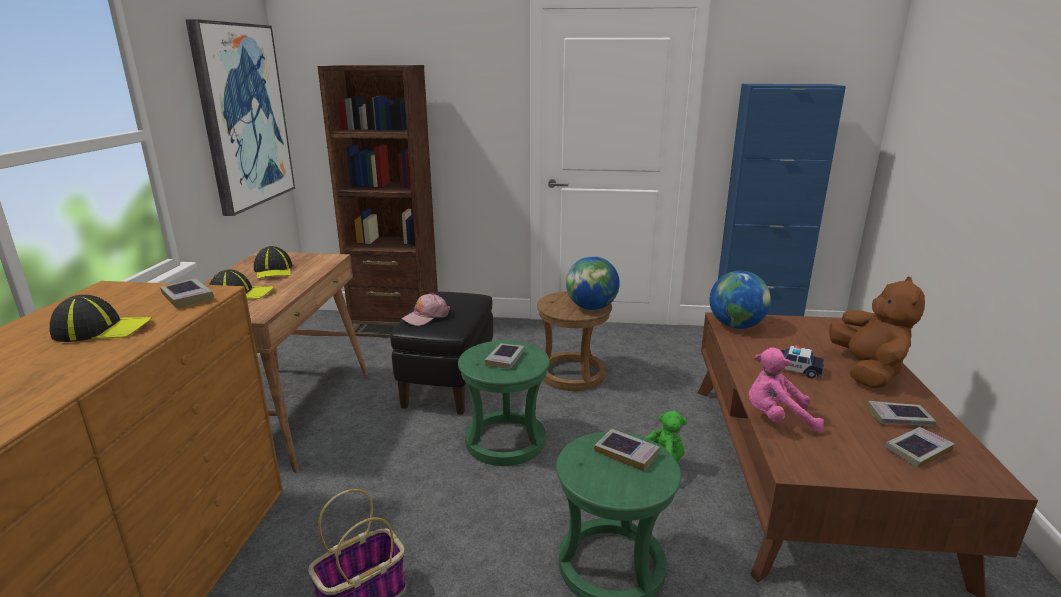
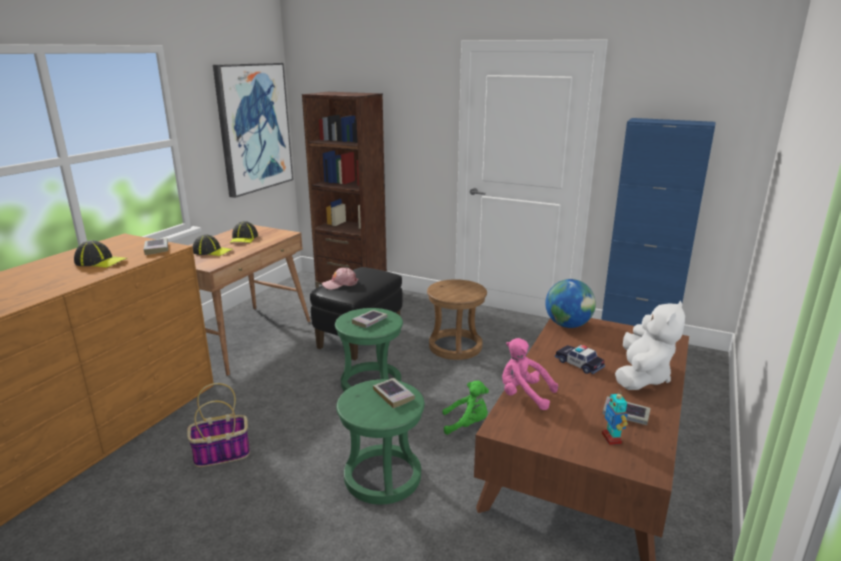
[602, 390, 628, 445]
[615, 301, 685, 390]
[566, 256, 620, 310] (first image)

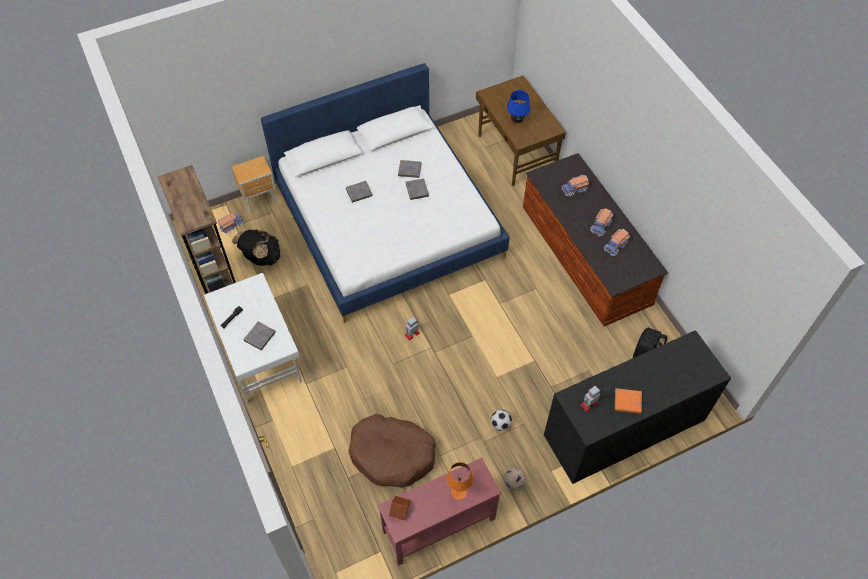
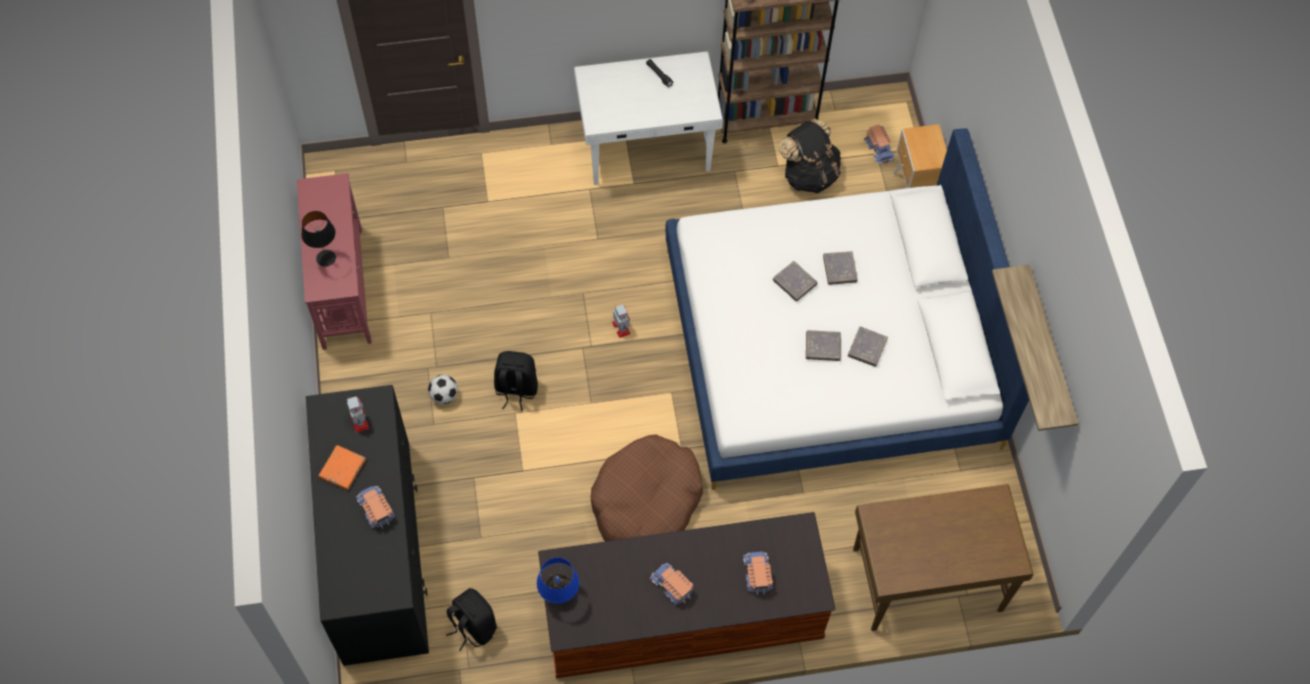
[301, 211, 336, 267]
[356, 486, 395, 529]
[494, 351, 538, 411]
[537, 557, 579, 604]
[590, 435, 703, 541]
[773, 261, 818, 302]
[992, 265, 1078, 431]
[389, 496, 411, 521] (first image)
[504, 468, 526, 490] (first image)

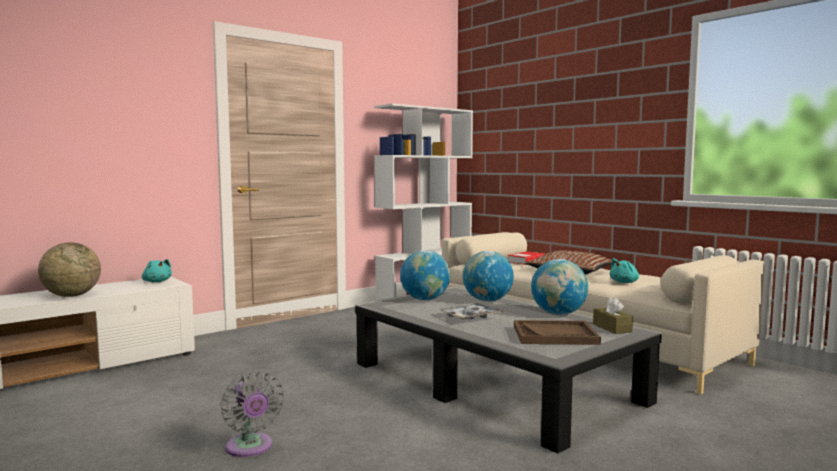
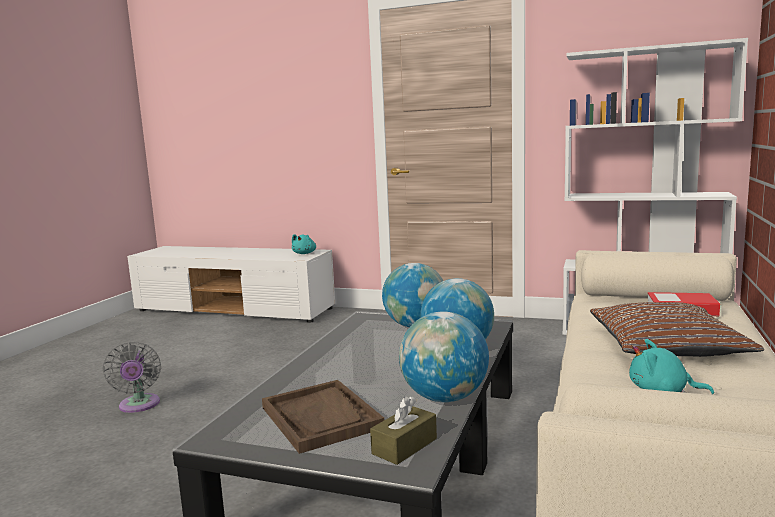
[103, 341, 161, 413]
[38, 242, 101, 297] (first image)
[439, 303, 503, 319] (first image)

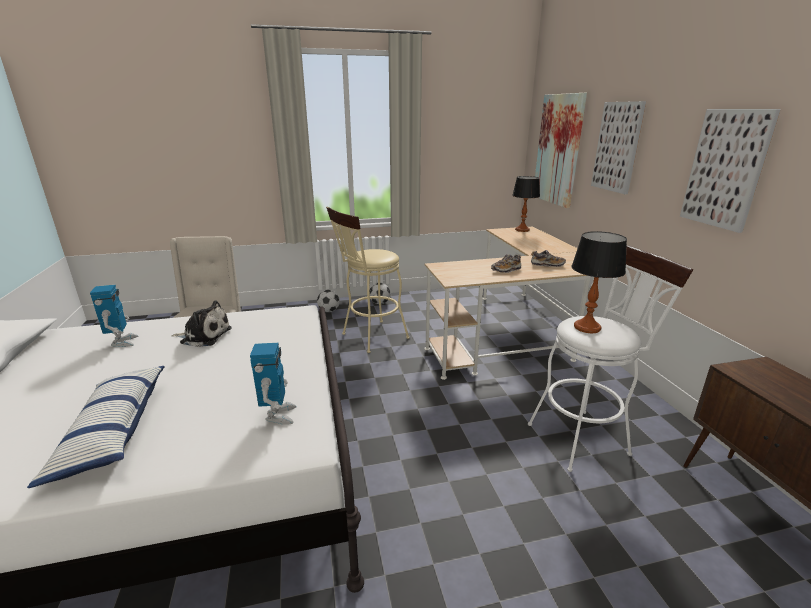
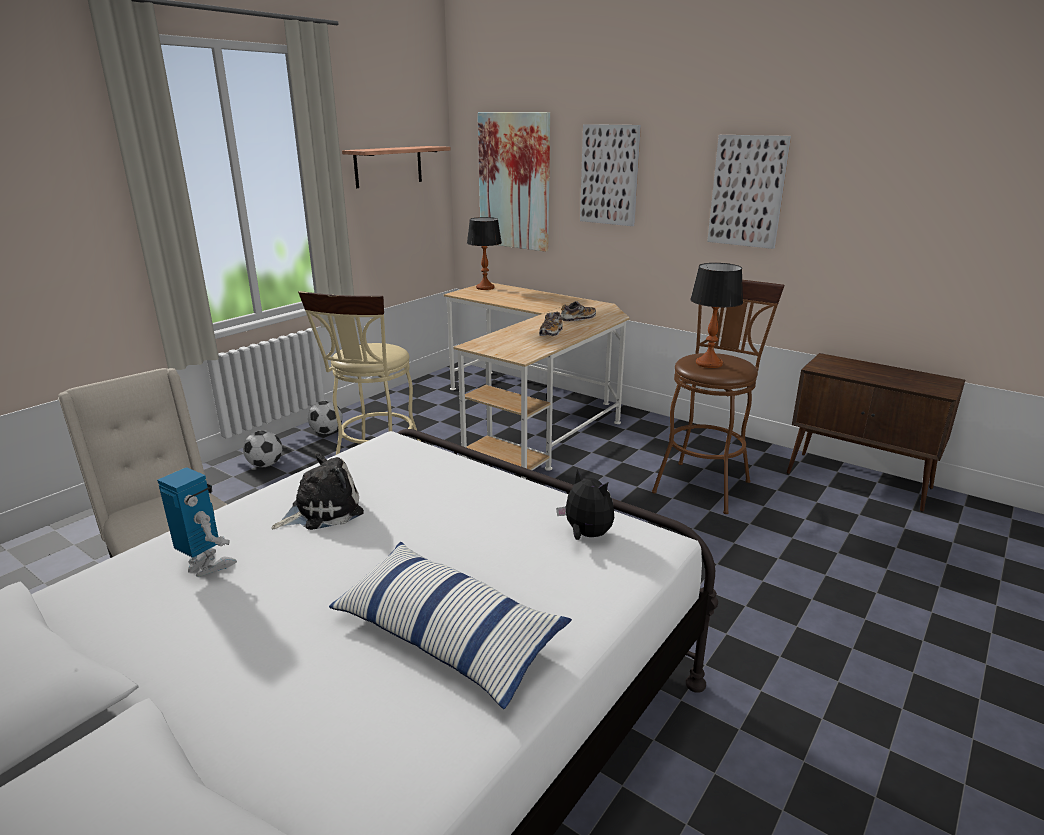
[342, 146, 451, 188]
[556, 469, 614, 540]
[652, 280, 785, 514]

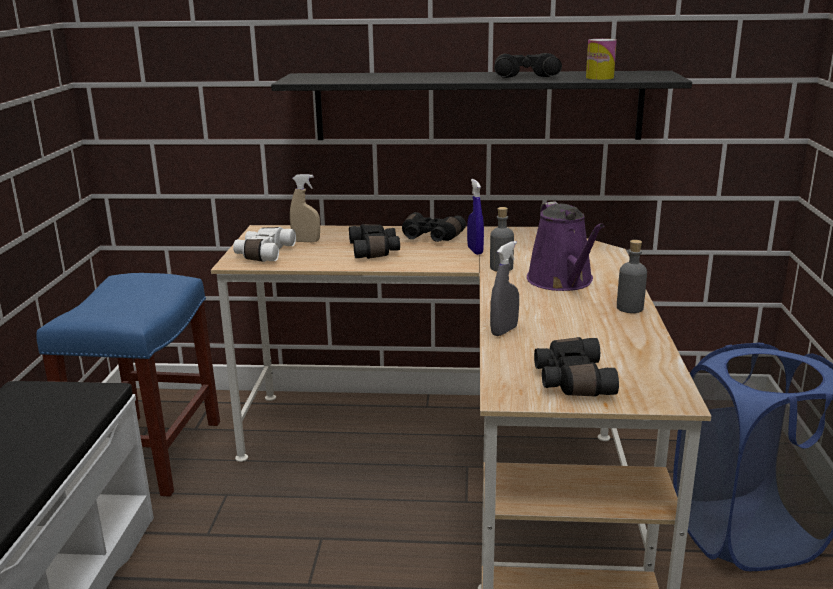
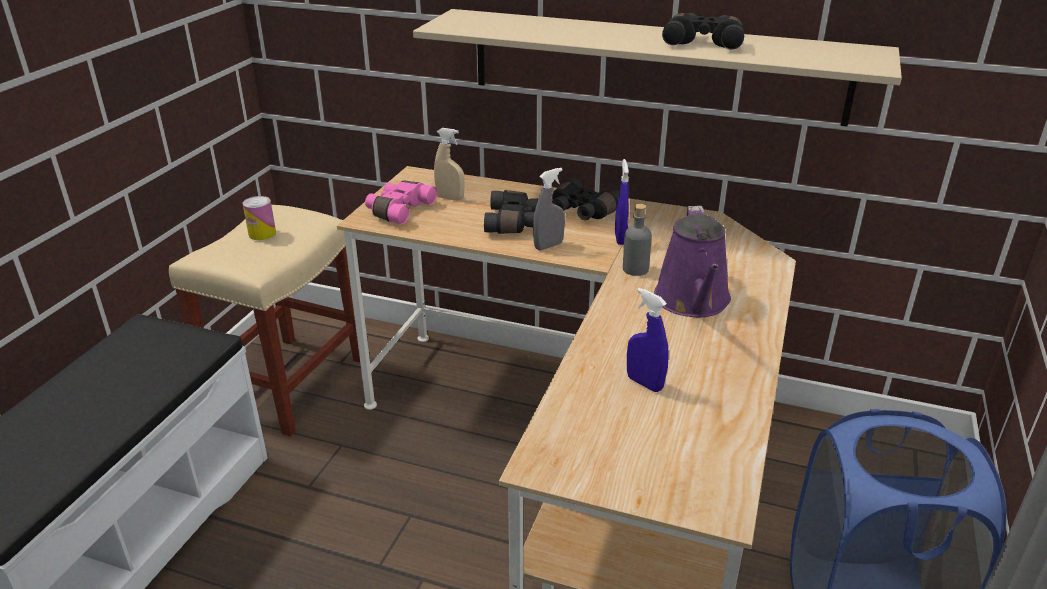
[169, 205, 360, 437]
[242, 196, 276, 240]
[365, 180, 437, 224]
[413, 9, 902, 126]
[533, 168, 565, 250]
[627, 288, 669, 392]
[534, 337, 619, 396] (first image)
[617, 240, 647, 313] (first image)

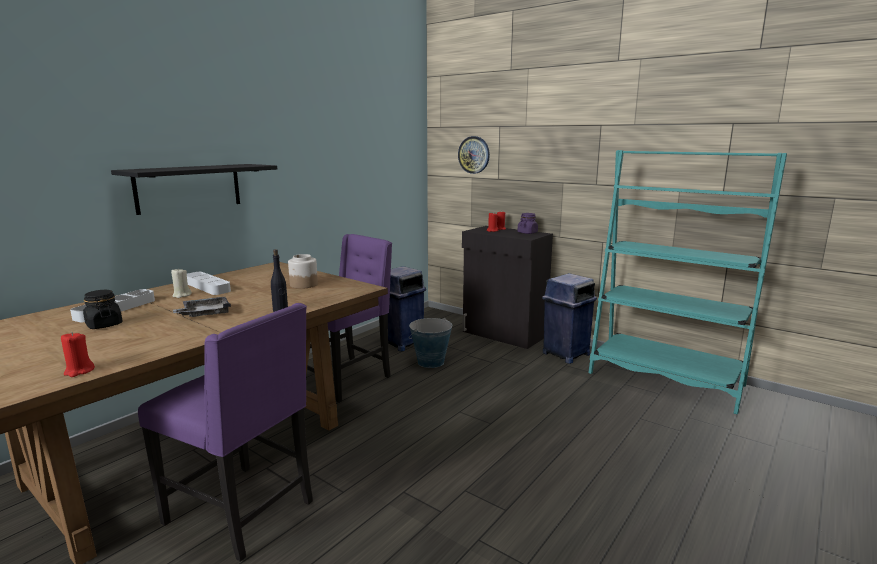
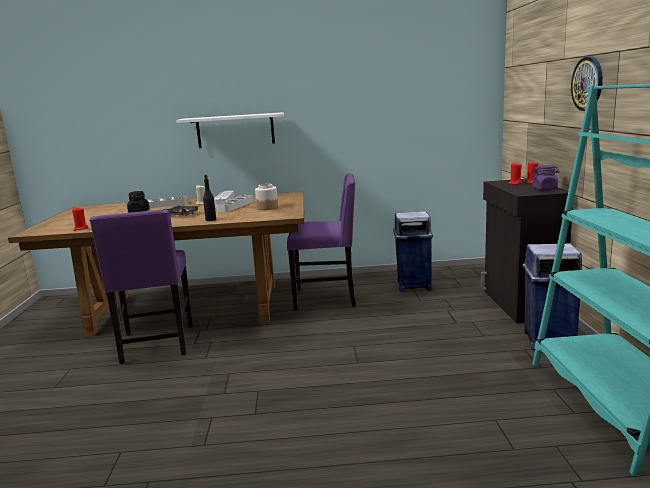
[176, 112, 284, 148]
[216, 195, 253, 212]
[571, 56, 603, 111]
[409, 318, 452, 368] (first image)

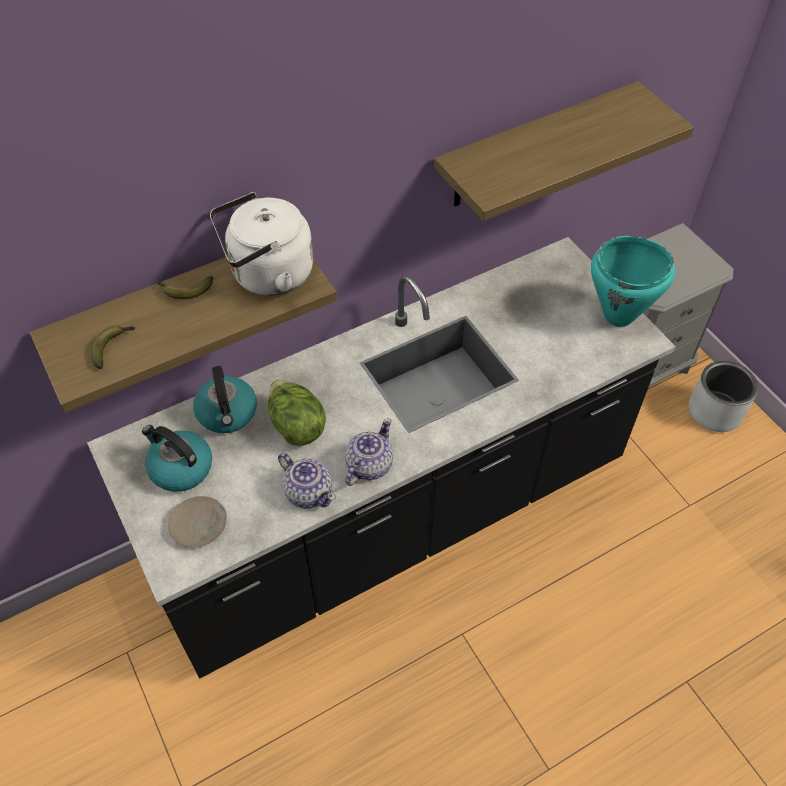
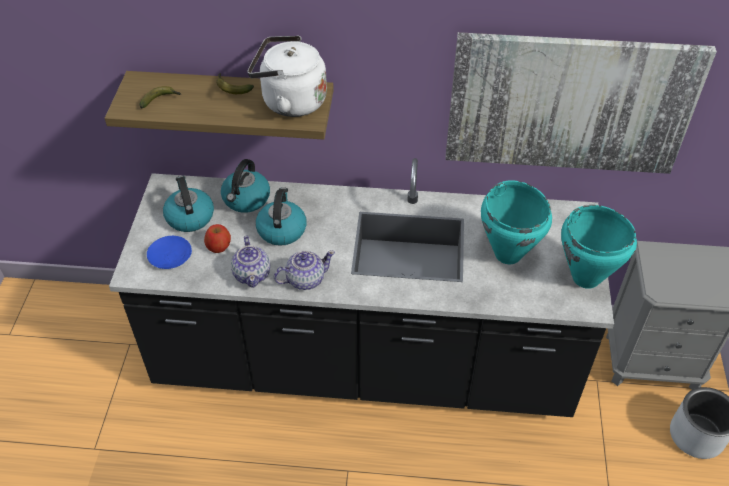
[147, 236, 192, 269]
[204, 224, 231, 253]
[256, 187, 307, 246]
[445, 32, 717, 174]
[481, 180, 552, 264]

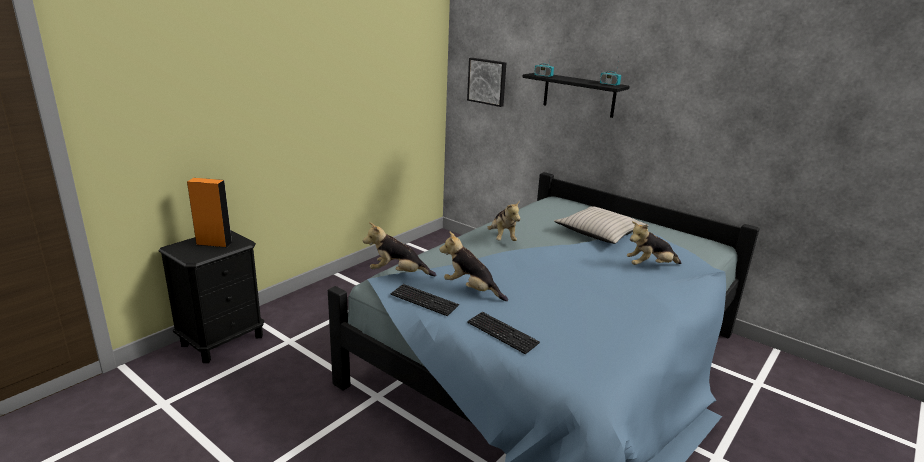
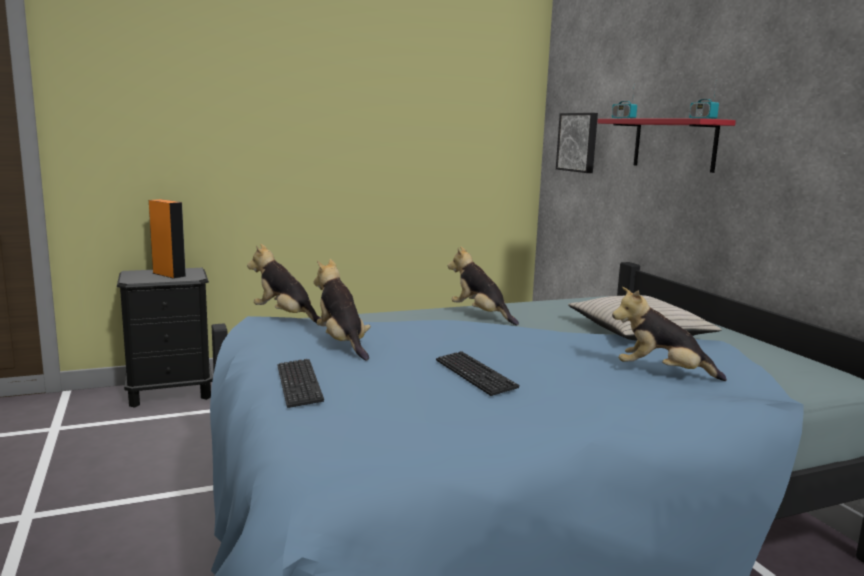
[436, 351, 520, 396]
[448, 246, 519, 326]
[597, 118, 736, 173]

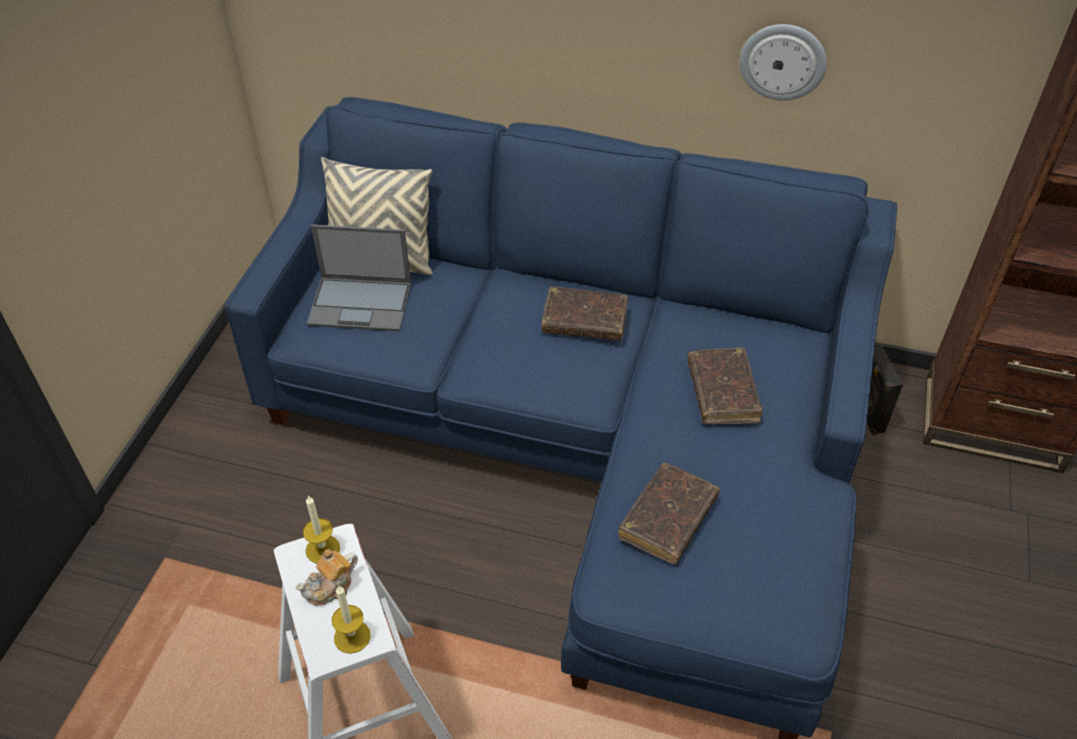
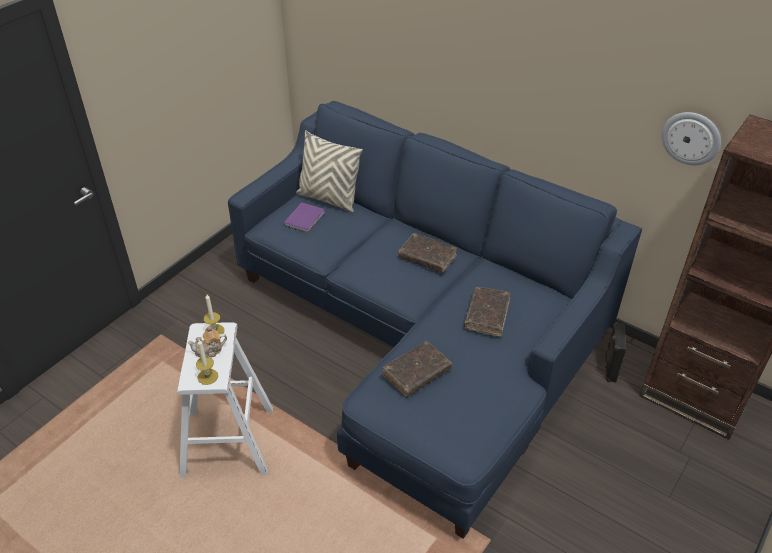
[284, 202, 325, 233]
[661, 112, 721, 165]

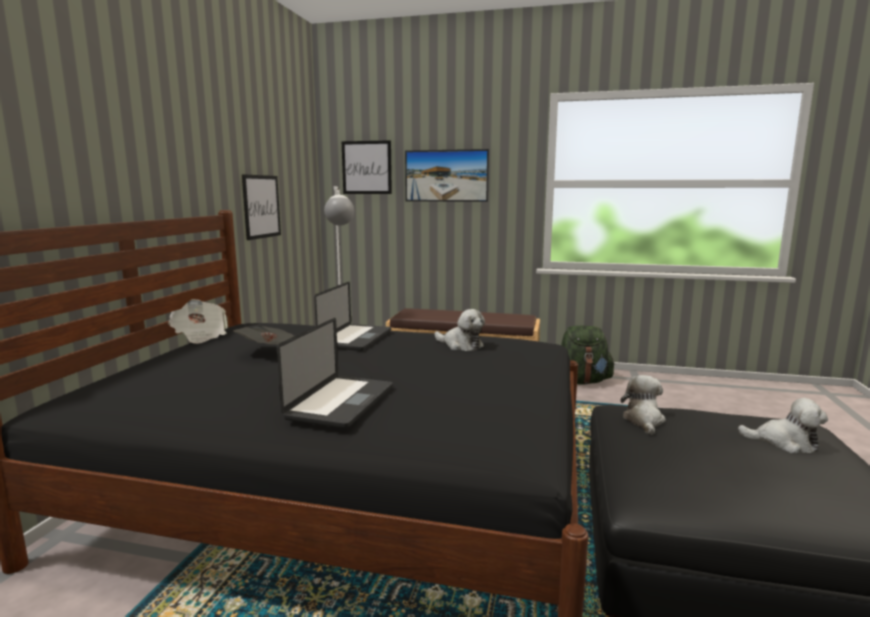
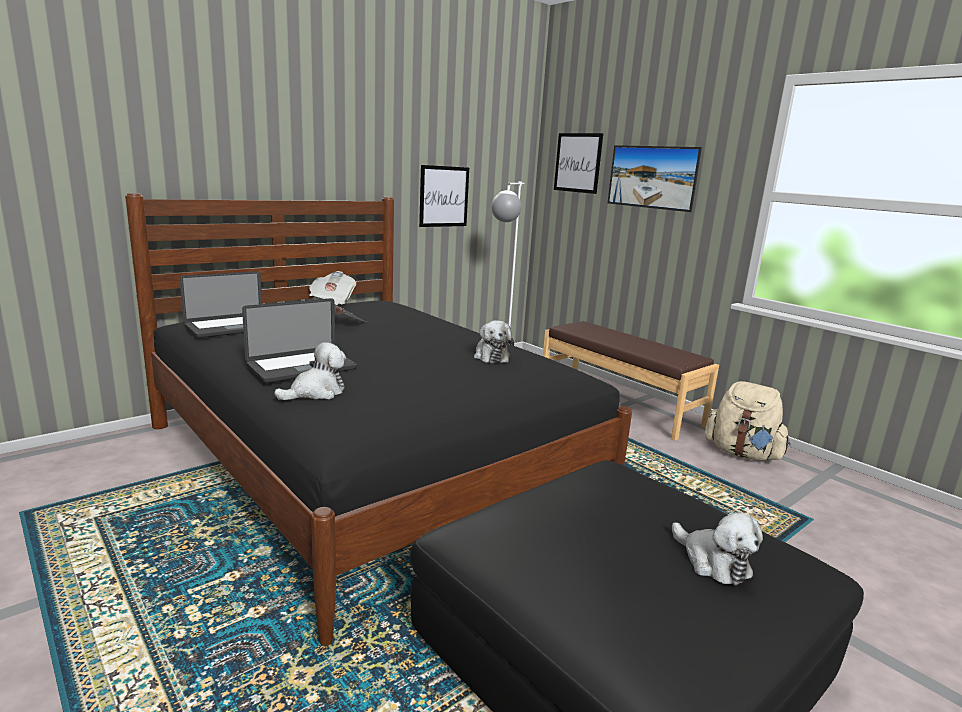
[179, 271, 262, 338]
[274, 342, 346, 400]
[704, 381, 791, 461]

